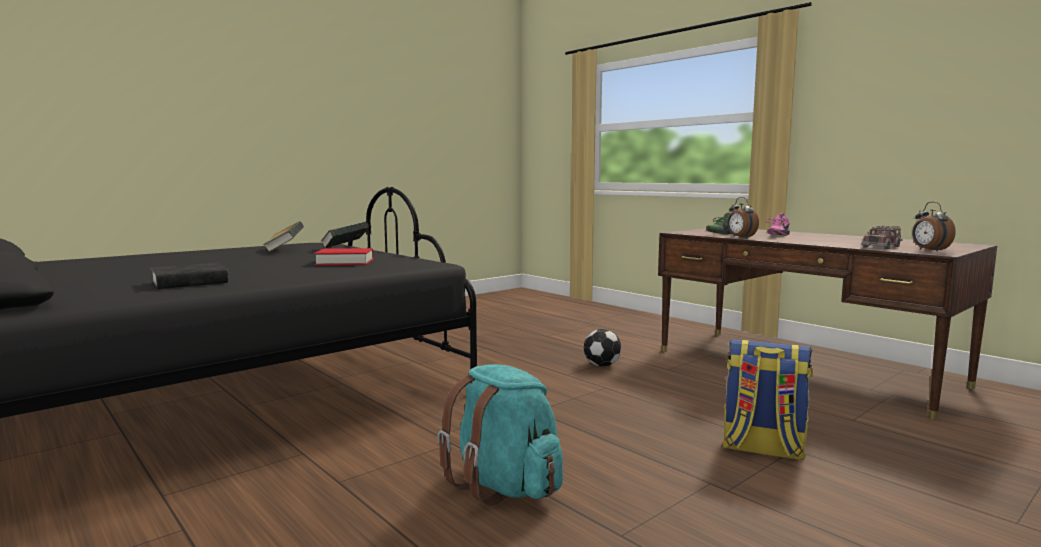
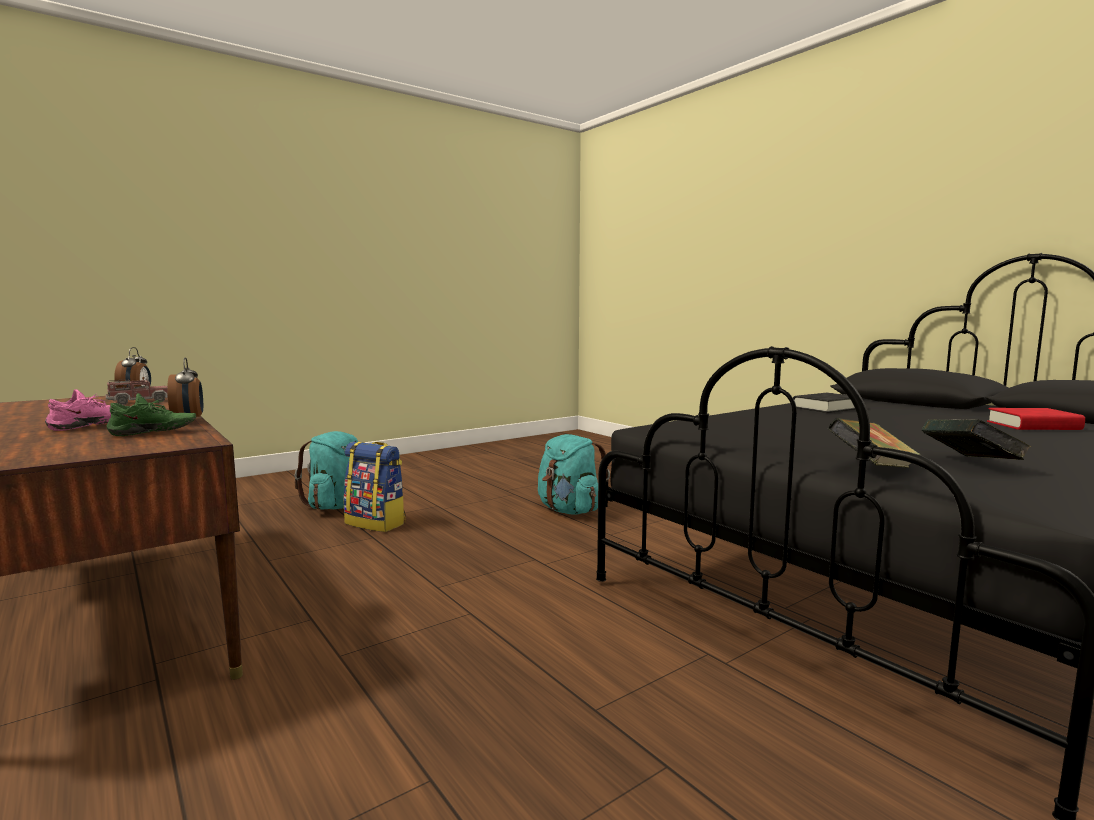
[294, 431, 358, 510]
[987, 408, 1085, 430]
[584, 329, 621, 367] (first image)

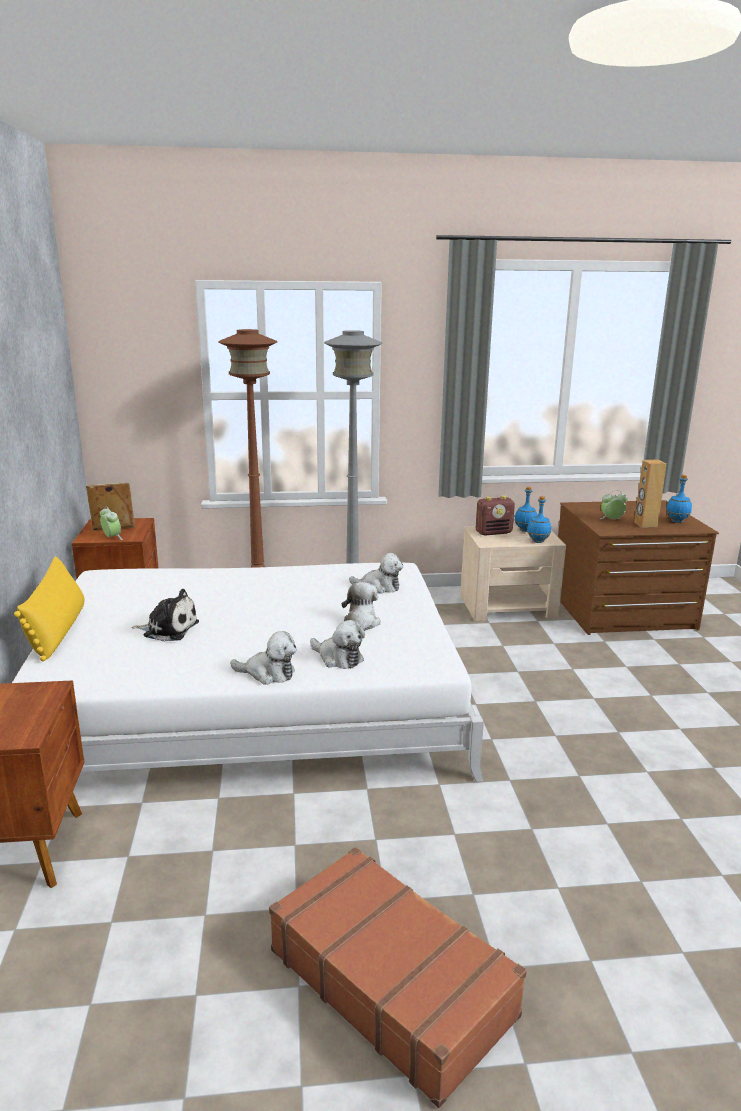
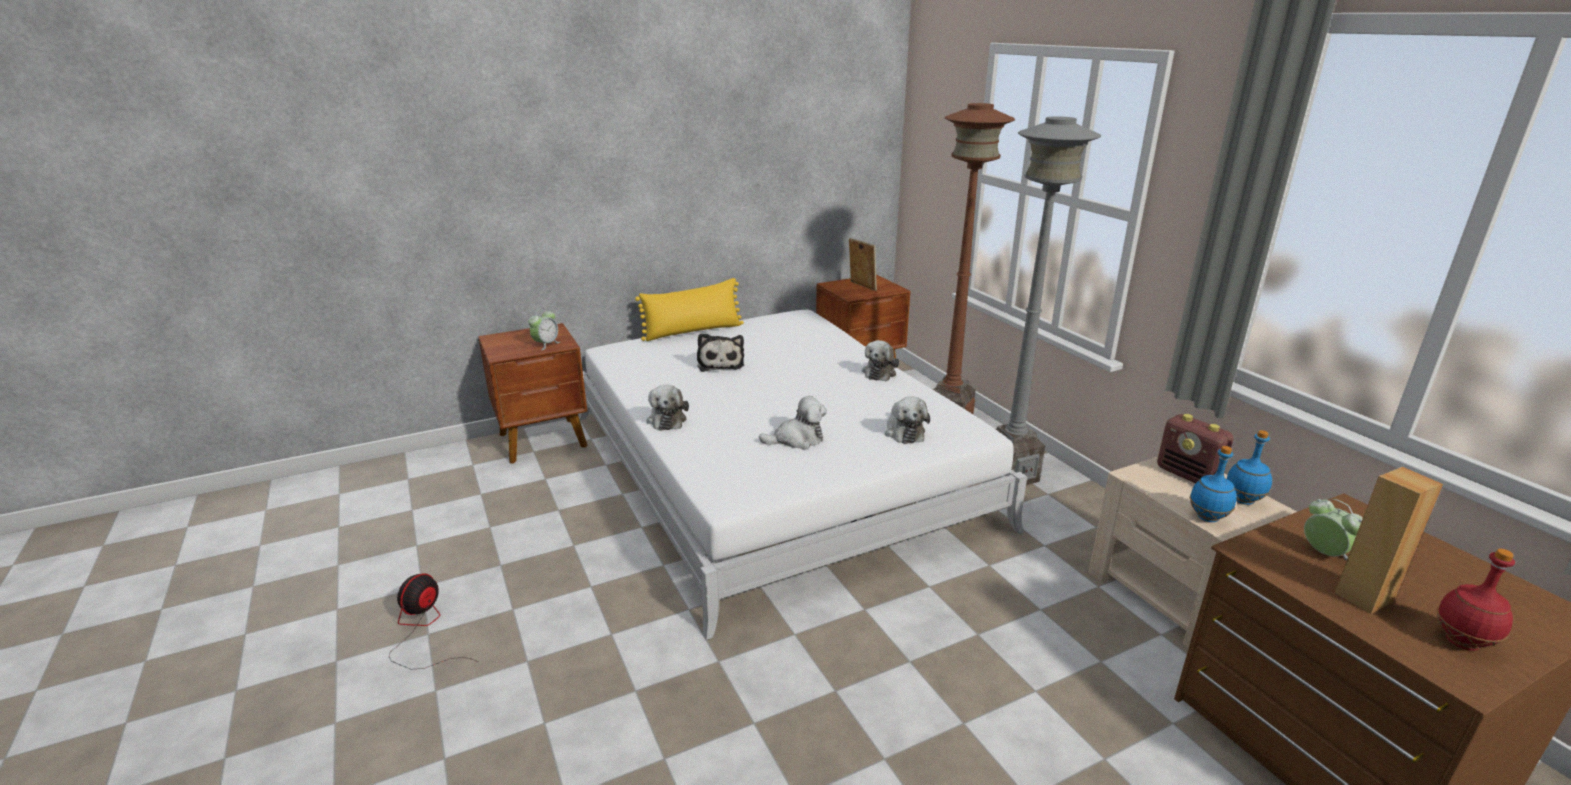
[389, 574, 479, 670]
[528, 308, 560, 350]
[862, 340, 899, 381]
[1437, 549, 1515, 651]

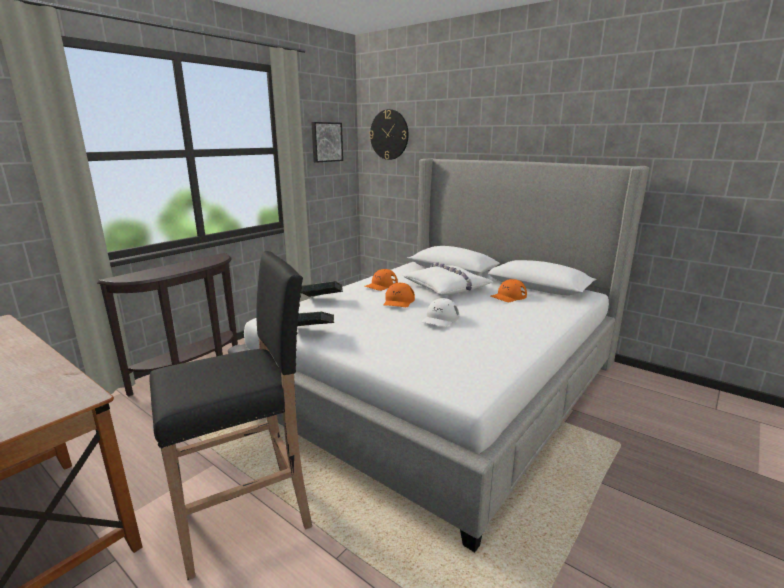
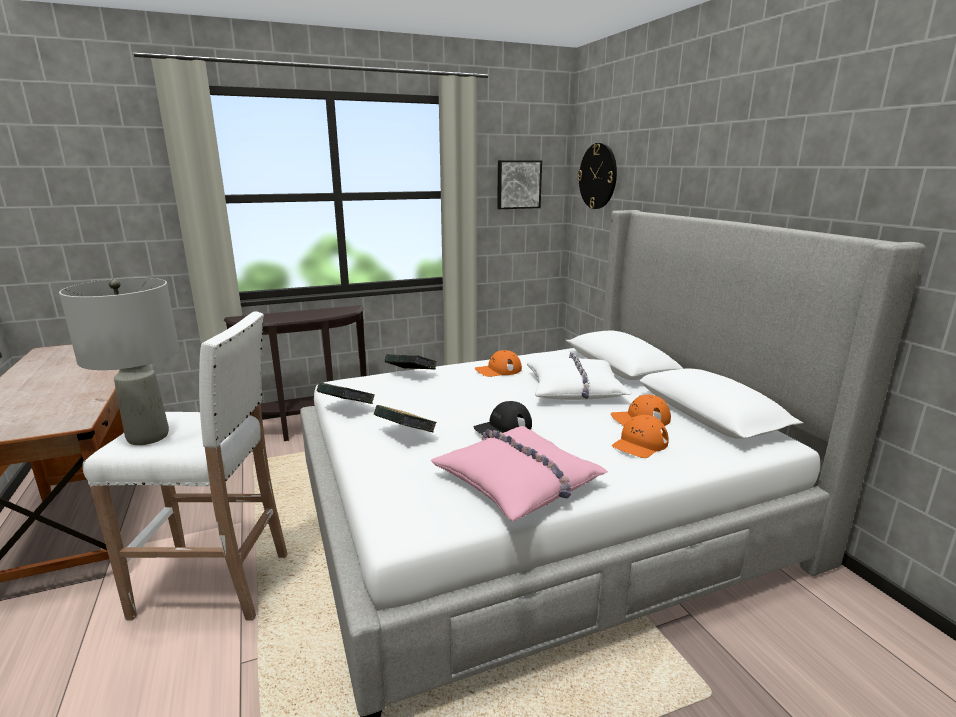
[59, 278, 179, 445]
[83, 311, 288, 621]
[374, 405, 437, 432]
[431, 426, 608, 522]
[474, 401, 532, 438]
[612, 415, 669, 458]

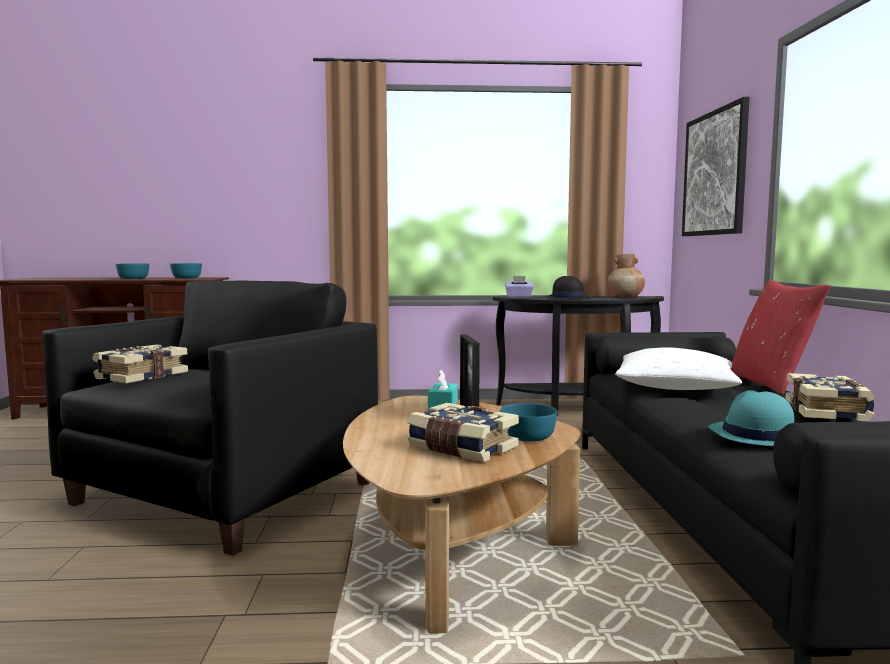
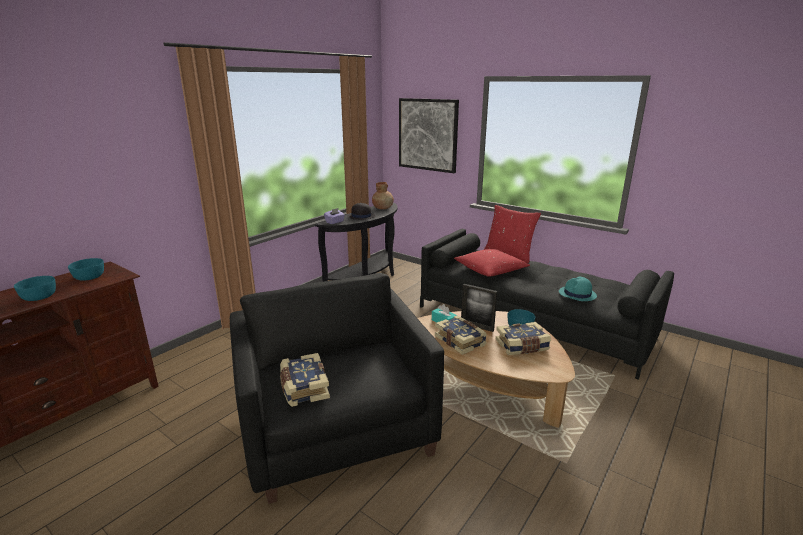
[435, 315, 487, 355]
[454, 249, 530, 277]

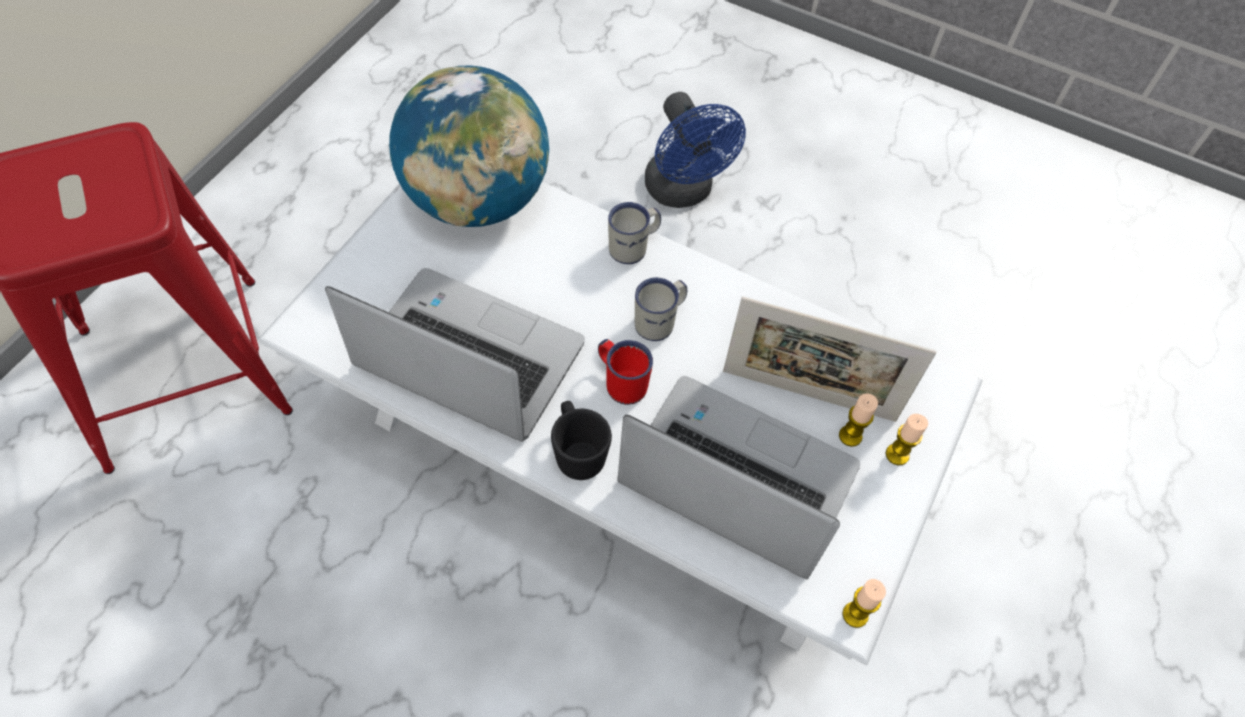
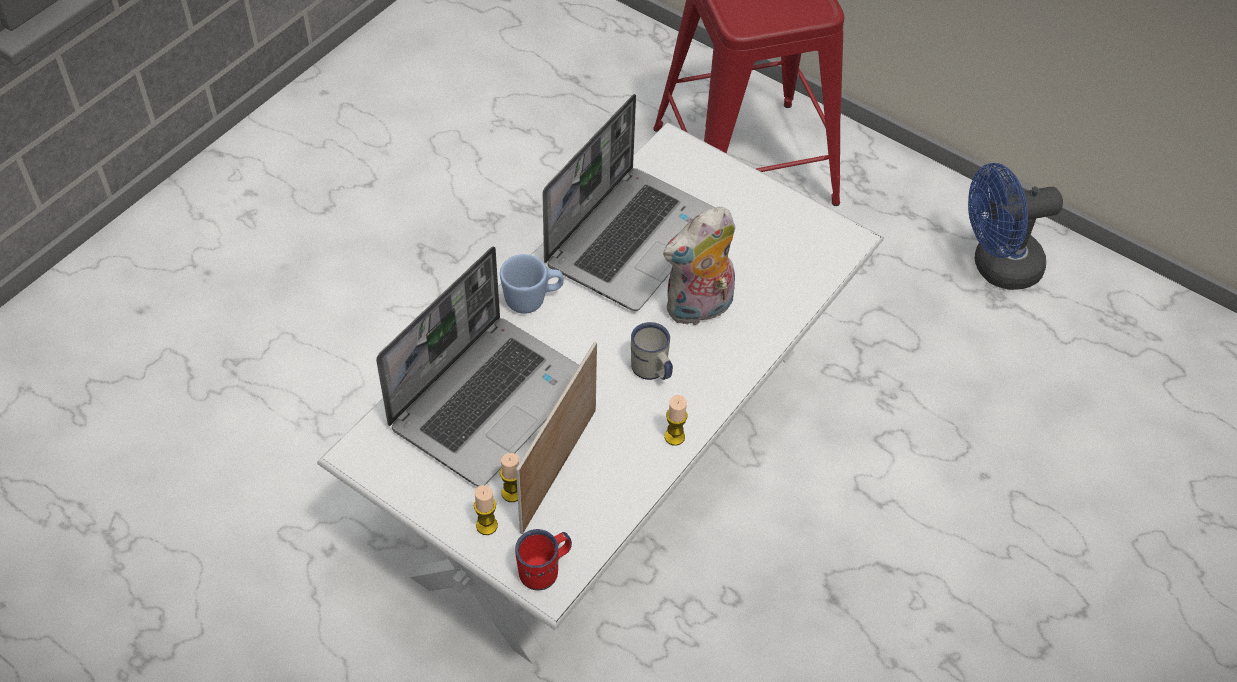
[500, 254, 564, 314]
[515, 529, 572, 590]
[663, 206, 735, 327]
[665, 395, 688, 446]
[968, 163, 1063, 290]
[389, 65, 549, 227] (first image)
[608, 202, 661, 264] (first image)

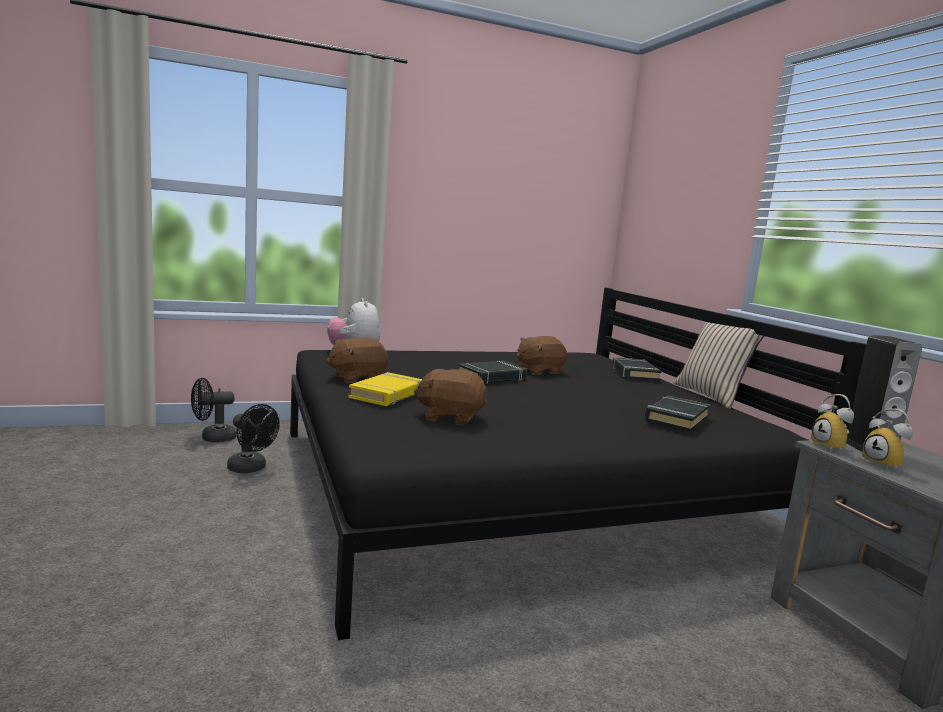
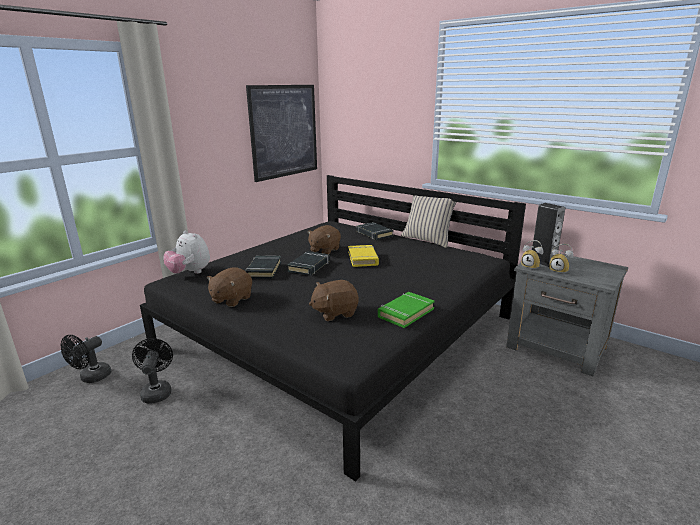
[132, 338, 173, 404]
[245, 256, 281, 279]
[246, 85, 317, 182]
[348, 245, 379, 267]
[378, 292, 435, 328]

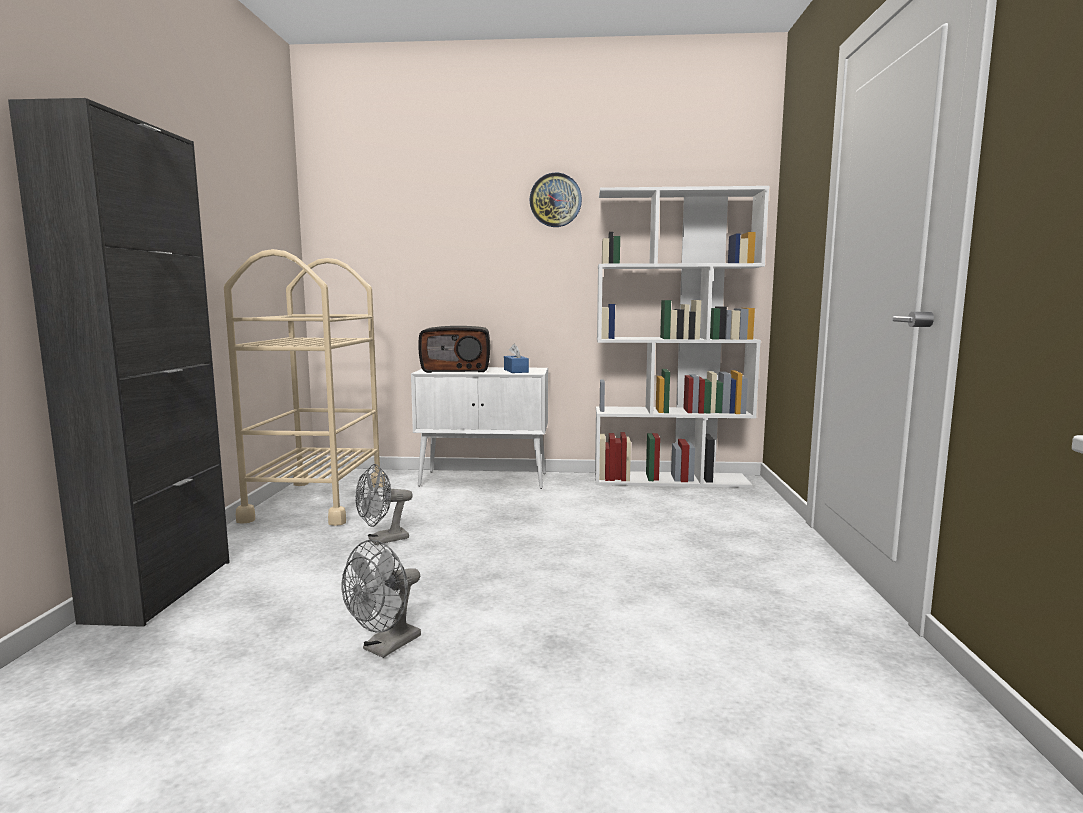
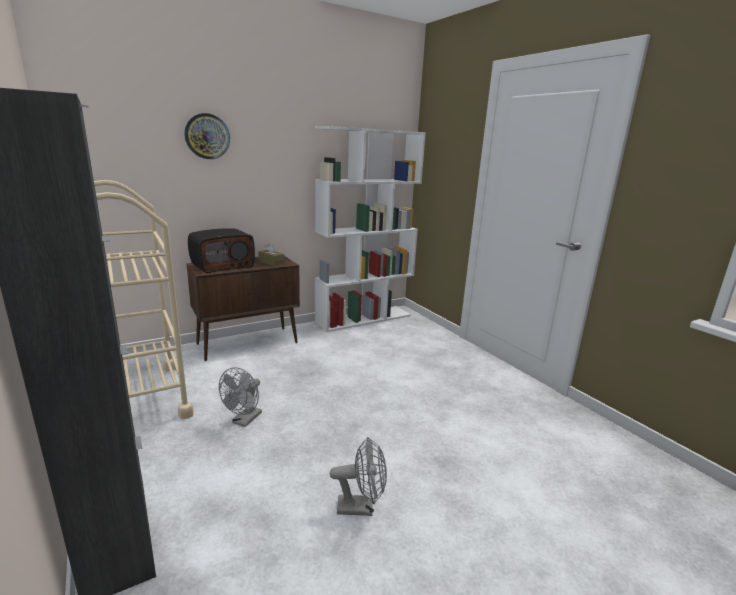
[184, 113, 230, 159]
[186, 256, 300, 361]
[258, 243, 284, 266]
[330, 437, 387, 516]

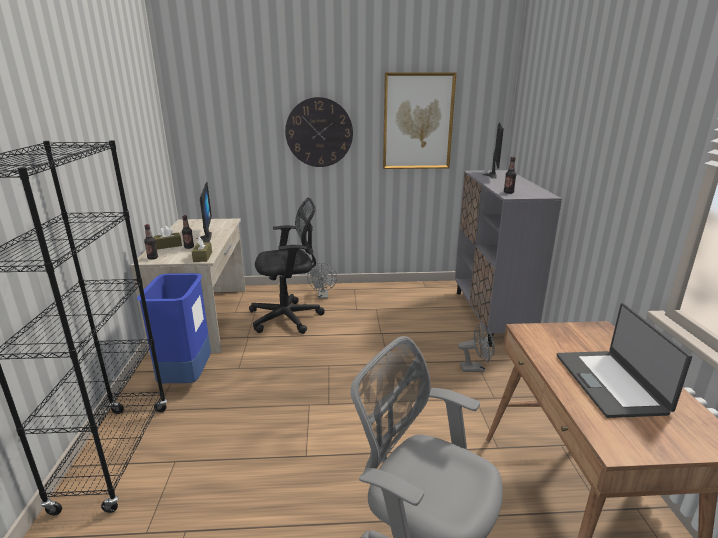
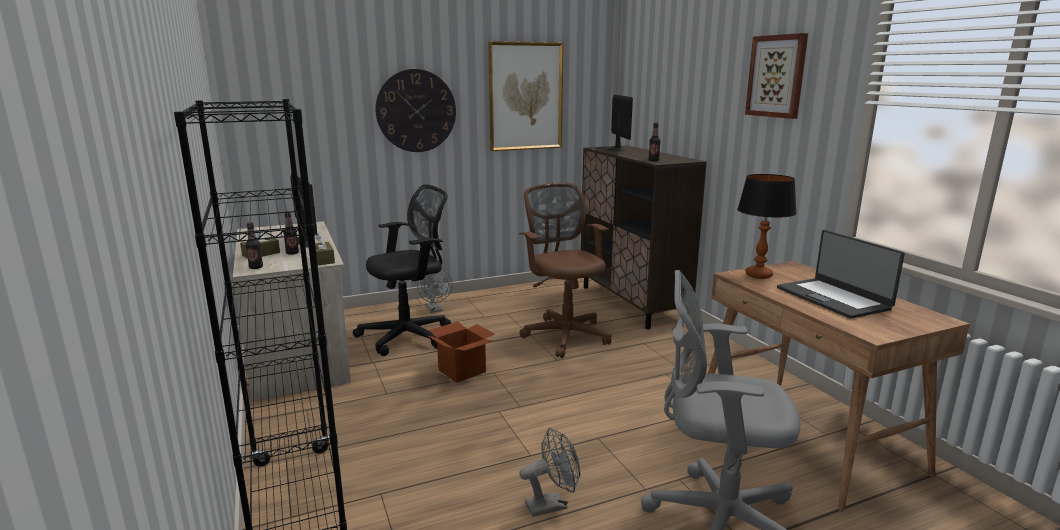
[427, 322, 495, 383]
[519, 183, 612, 358]
[520, 428, 580, 517]
[581, 145, 707, 329]
[737, 174, 797, 279]
[745, 33, 808, 119]
[137, 273, 211, 383] (first image)

